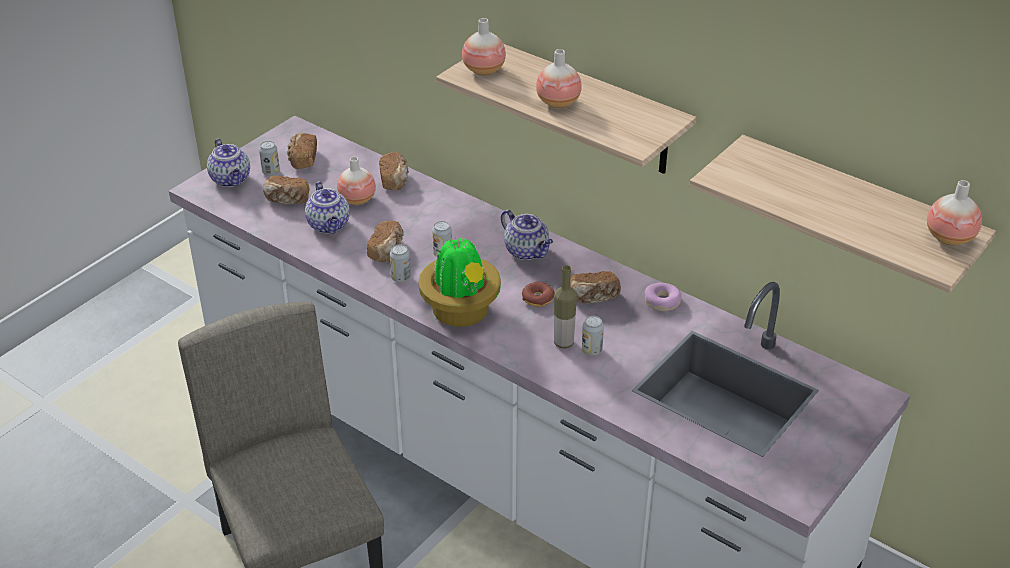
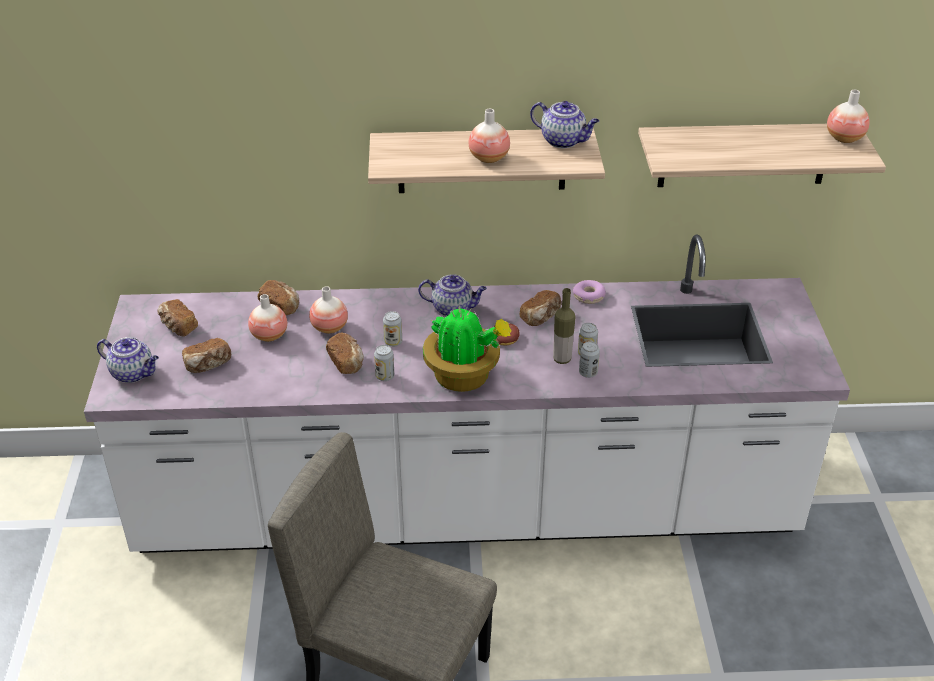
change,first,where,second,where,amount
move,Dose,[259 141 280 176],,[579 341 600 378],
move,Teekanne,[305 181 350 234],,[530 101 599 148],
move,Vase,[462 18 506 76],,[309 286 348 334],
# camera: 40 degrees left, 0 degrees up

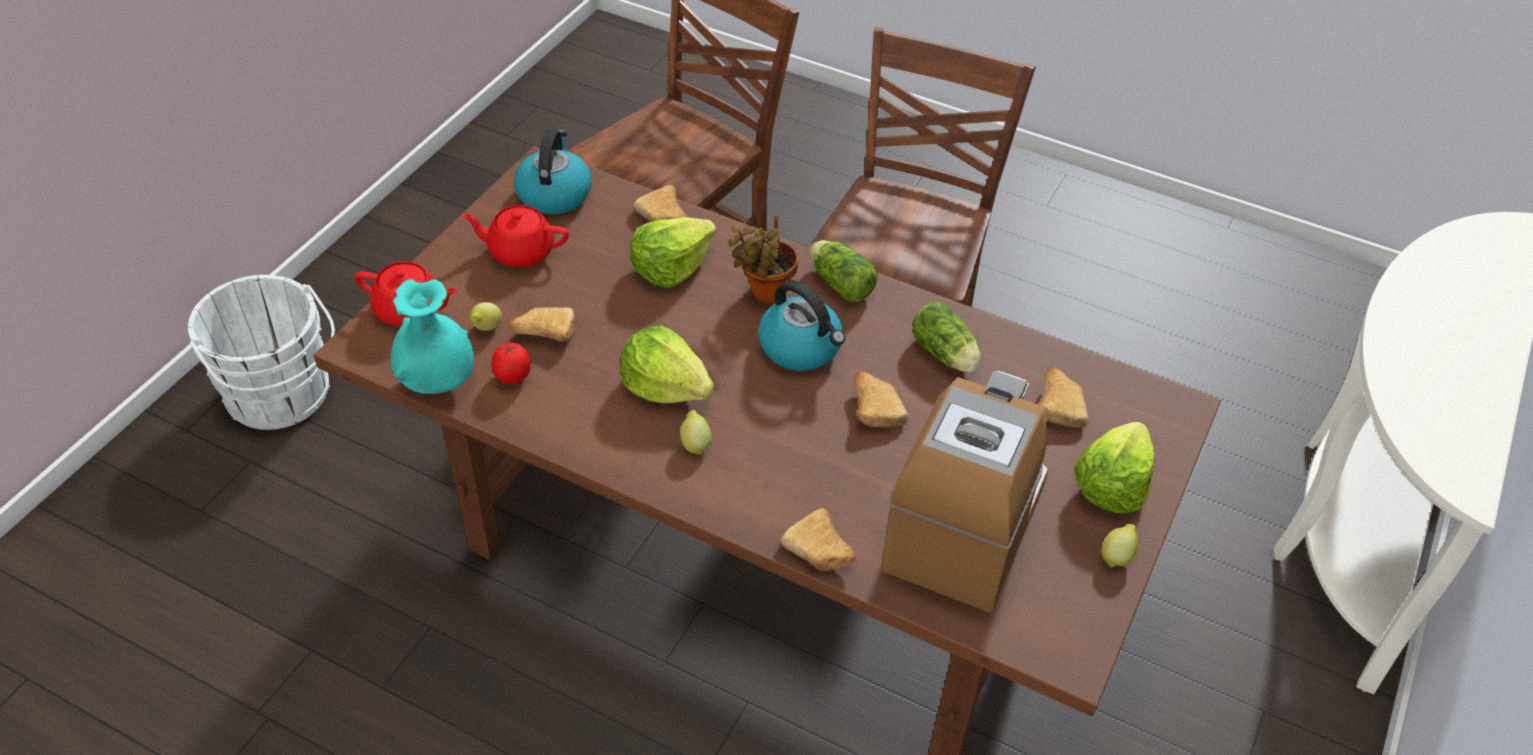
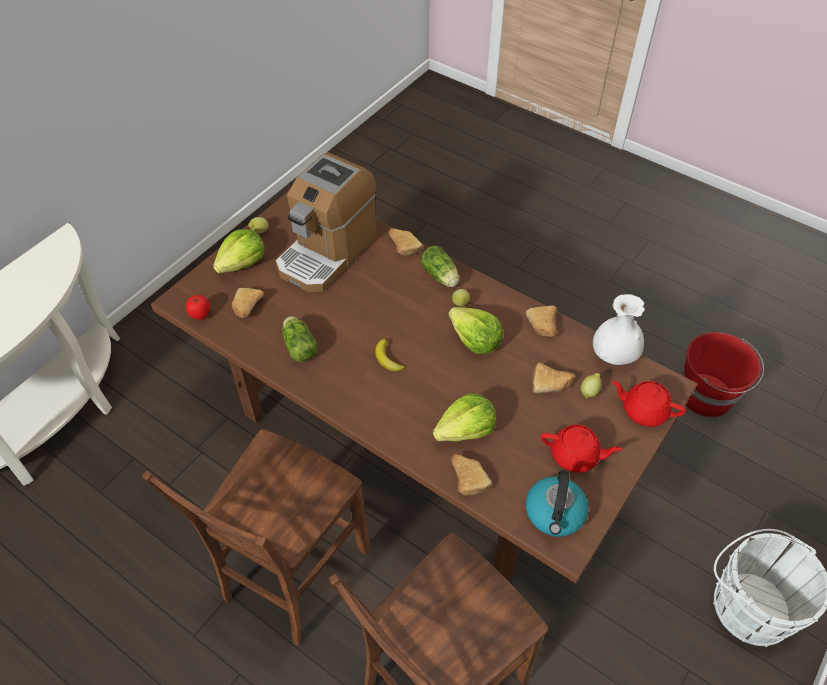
change,first,where,second,where,amount
delete,Topfpflanze,[728 214 798 303],,,
insert,,,Eimer [rot],[682 332 764 417],
move,Tomate,[491 342 531 384],,[186 295 210 320],
move,Salatkopf,[810 240 878 302],,[421 246 459 287],
move,Brot,[854 371 908 428],,[526 306 557 337],
replace,Wasserkessel,[758 280 845 371],Banane,[375 339 405 372],
recolor,Vase [türkis],[390 279 474 394],Vase [weiß],[593 294 645 365],
# camera: 170 degrees left, 5 degrees up

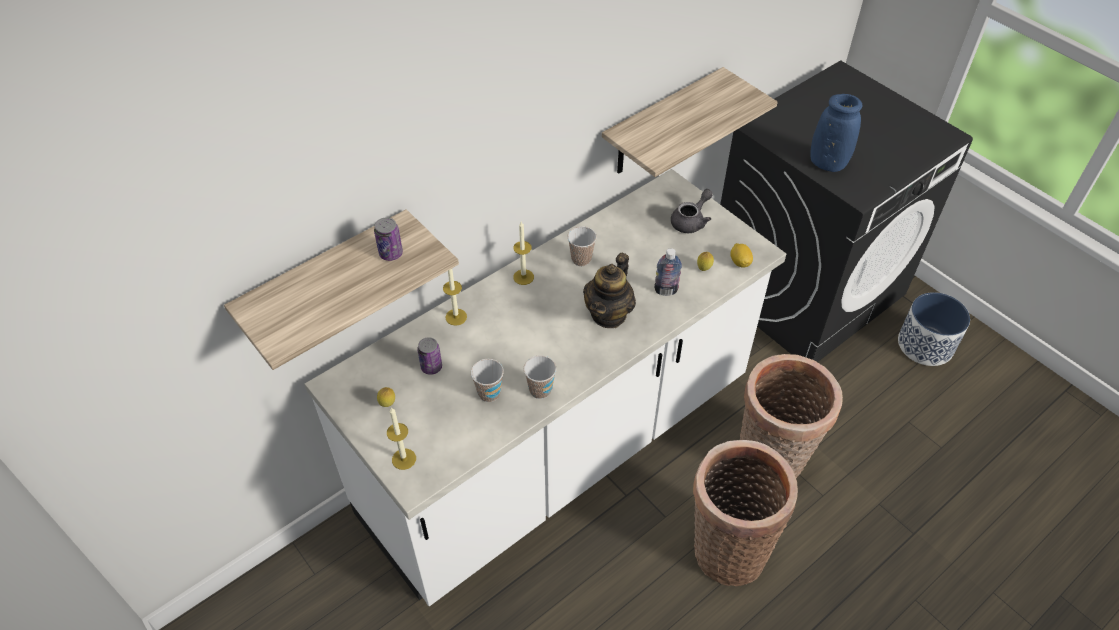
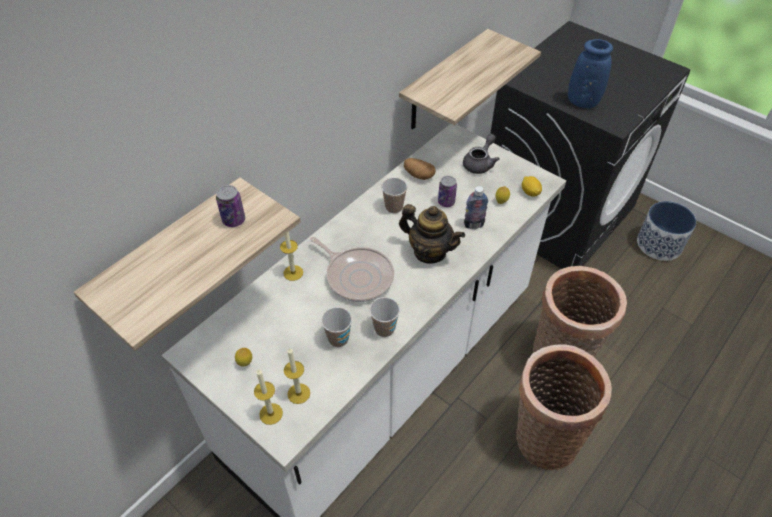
change,first,where,second,where,amount
insert,,,Pfanne,[310 237 394 302],
insert,,,Kartoffel,[404 158 436 180],
move,Dose,[417 337 442 375],,[438 176 457 207],
move,Kerze,[513 222 534 285],,[284 348 310 404],
rotate,Teekanne,[583 253 636 328],,[399 204 465 264],75 degrees counterclockwise
# camera: 10 degrees left, 0 degrees up

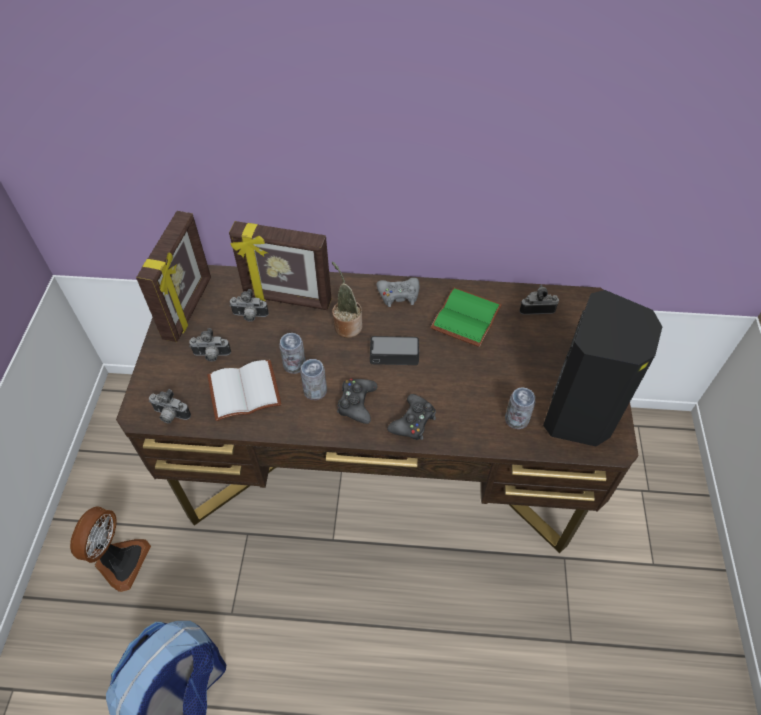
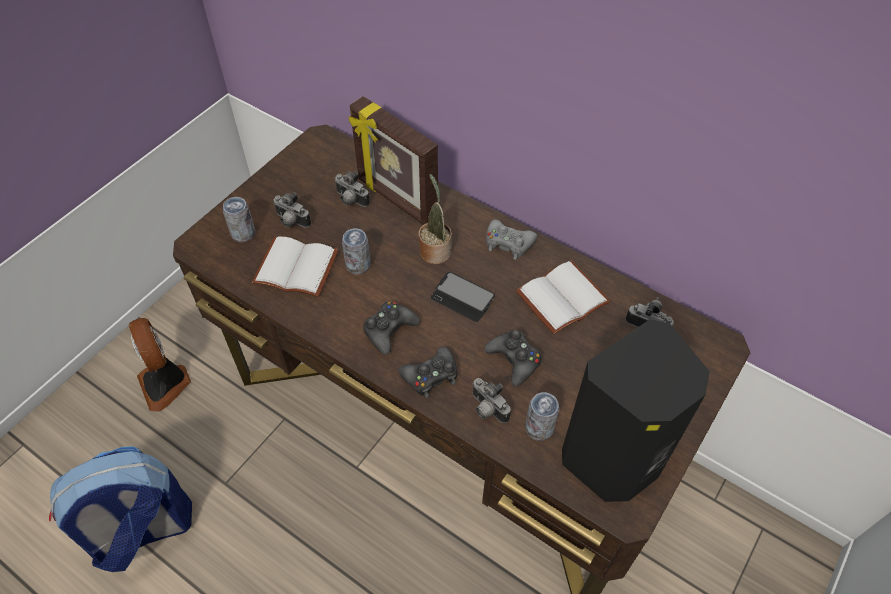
change,first,where,second,where,amount
delete,Bilderrahmen,[136 211 211 342],,,
insert,,,Gamepad [schwarz],[484 330 542 386],
move,Kamera,[149 389 191 423],,[472 378 511 423],
move,Dose,[300 359 327 400],,[223 197 255 242],
recolor,Buch [grün],[430 287 502 347],Buch [weiß],[516 261 611 334],
rotate,Ventilator,[70 507 151 592],,[129 318 191 412],105 degrees clockwise
# camera: 30 degrees right, 0 degrees up

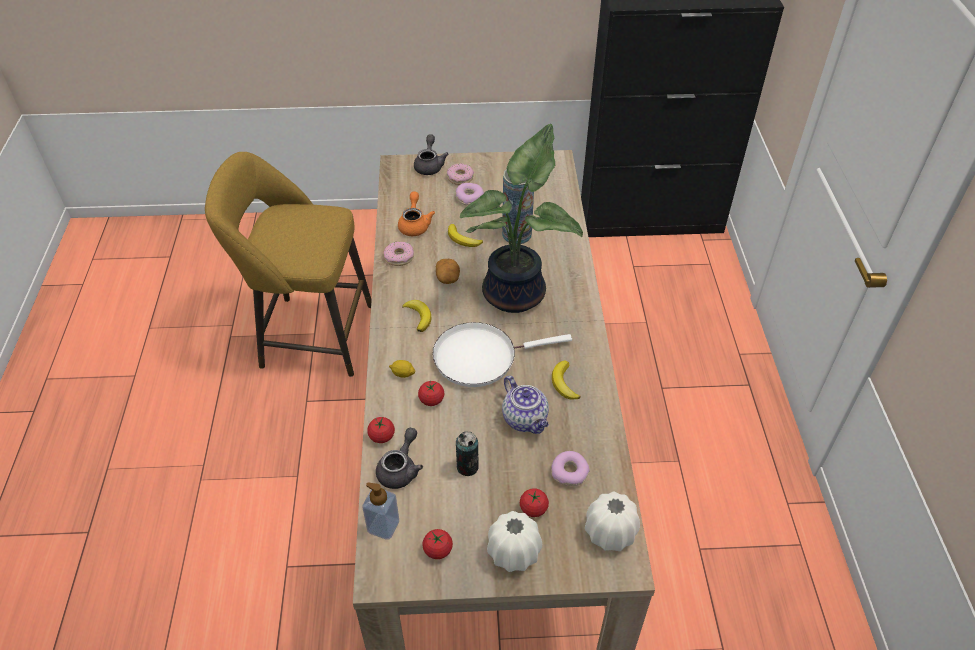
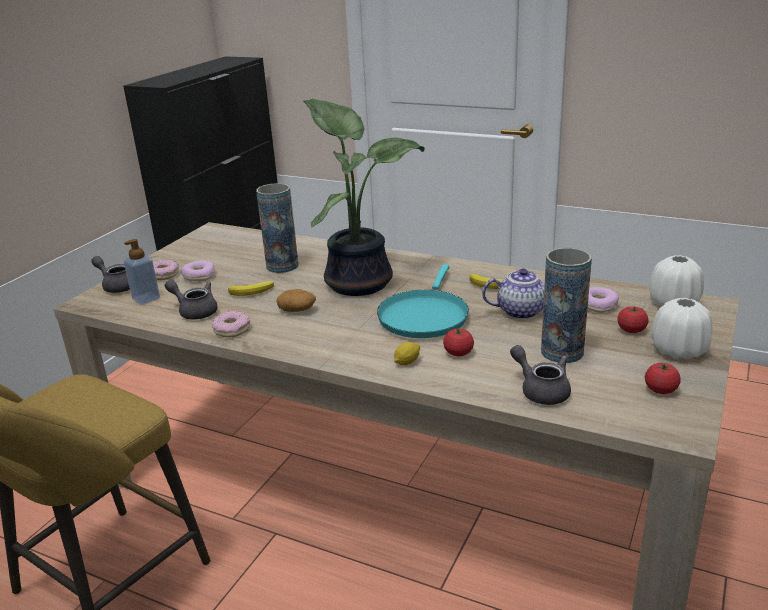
change,first,where,second,where,amount
delete,Tomate,[367 417 395 443],,,
delete,Banane,[402 300 431 332],,,
move,Seifenspender,[362 482 399 540],,[124 239 160 305],
replace,Dose,[456 431 479 476],Vase,[541 248 592 363],
recolor,Teekanne [orange],[398 192 435 236],Teekanne [grau],[165 280 218 319],
recolor,Pfanne [weiß],[433 322 572 387],Pfanne [türkis],[377 264 469 338],
# camera: 60 degrees left, 20 degrees down

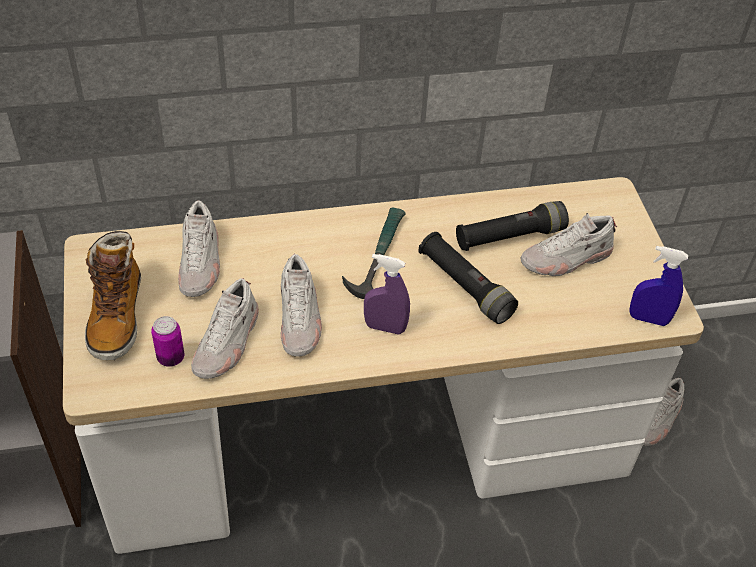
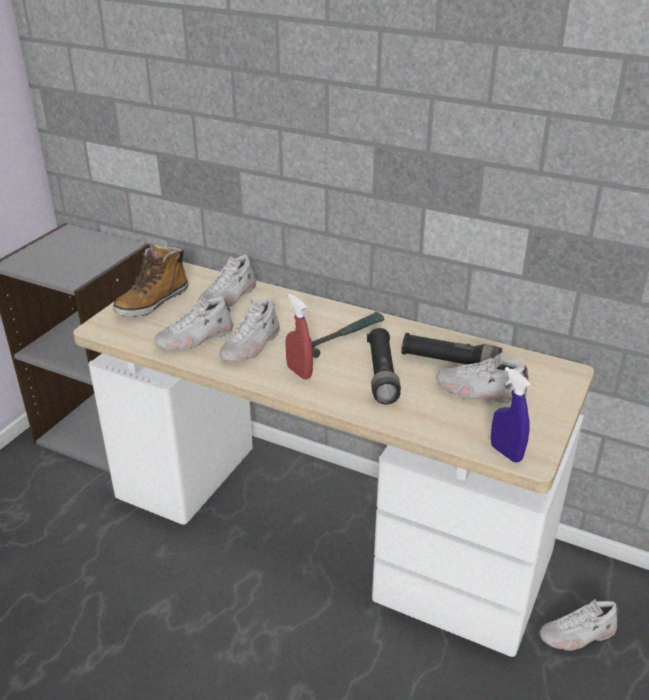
change,first,where,second,where,amount
delete,Dose,[151 316 184 367],,,
recolor,Sprühflasche [lila],[364 254 410 335],Sprühflasche [rot],[285 294 313 380],
# camera: 40 degrees right, 15 degrees down

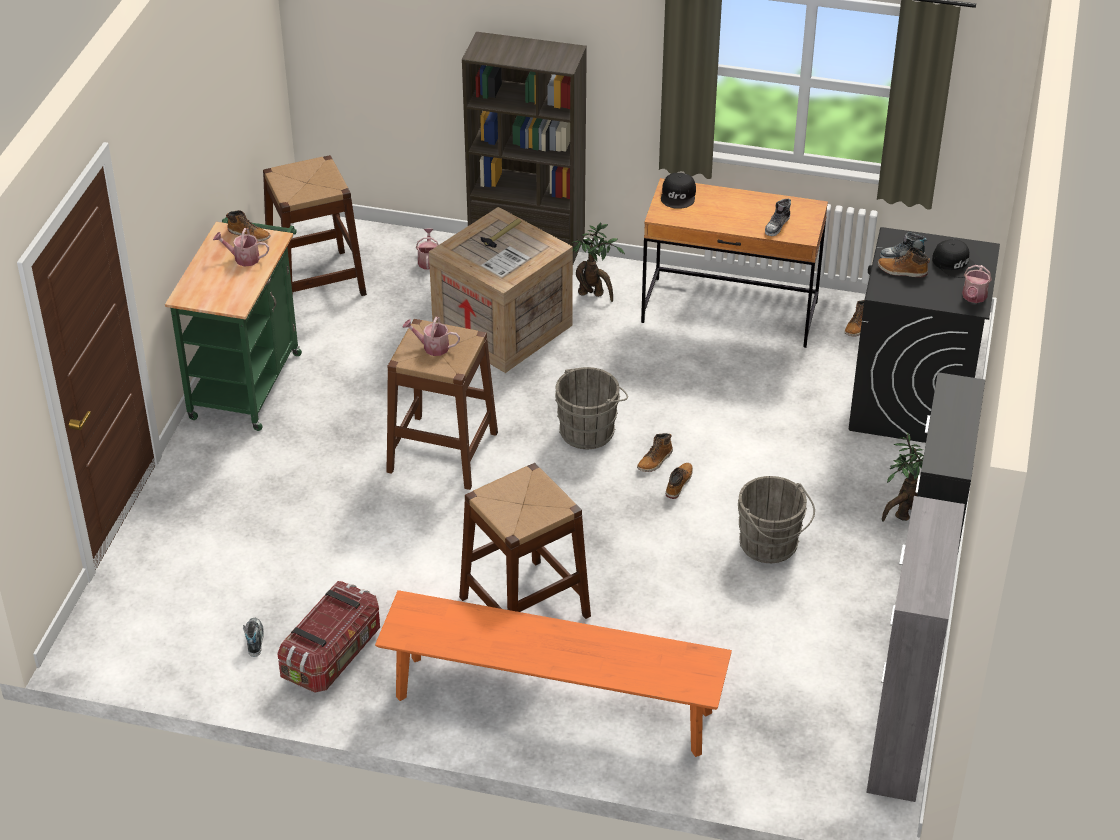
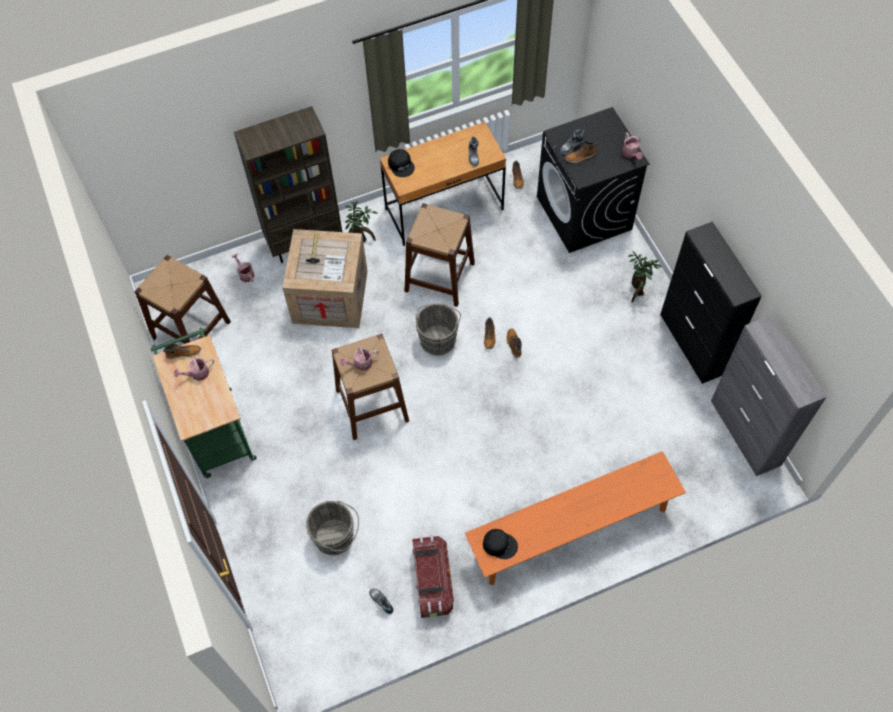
change,first,where,second,where,amount
move,Hocker [braun],[459 463 591 619],,[404 203 475 307],
move,Eimer [grau],[738 476 815 563],,[306 501 359 556],
move,Kappe [schwarz],[932 239 977 278],,[483 529 518 559],
# camera: 35 degrees left, 20 degrees up

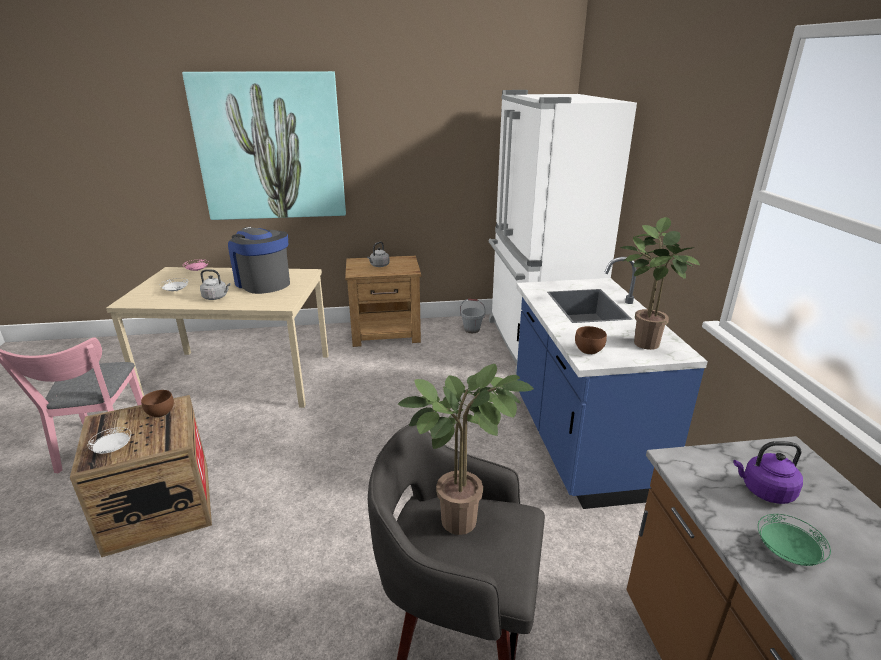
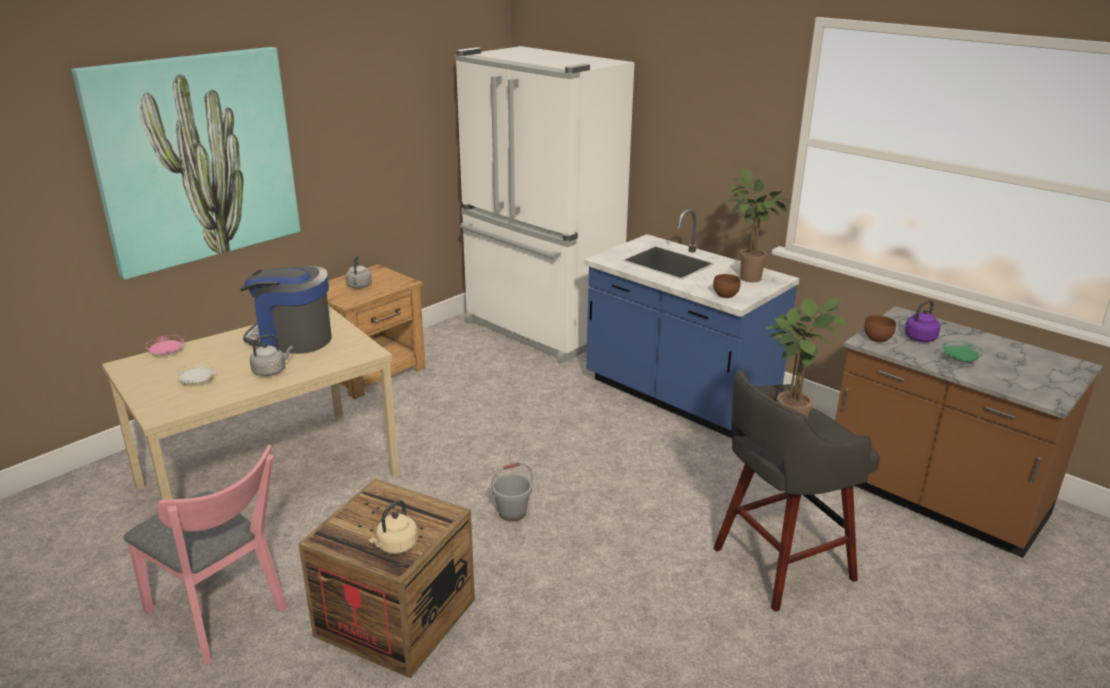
change,first,where,second,where,amount
move,Schüssel [braun],[141 390 174 418],,[864 315 896 343],
move,Eimer [grau],[460 299 485 333],,[491 463 532 522],
replace,Teller [weiß],[88 427 131 454],Wasserkessel [beige],[369 500 418 554],
# camera: 40 degrees left, 0 degrees up

